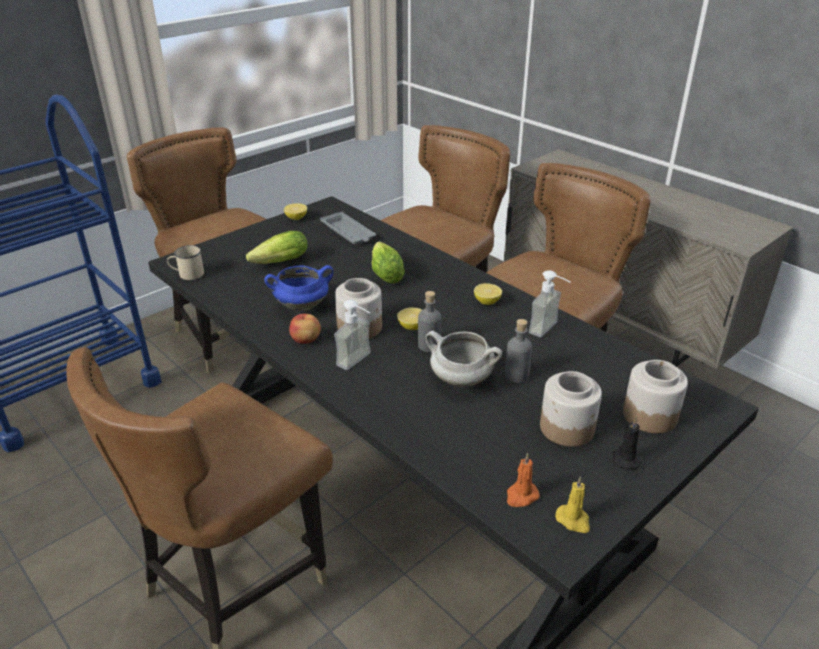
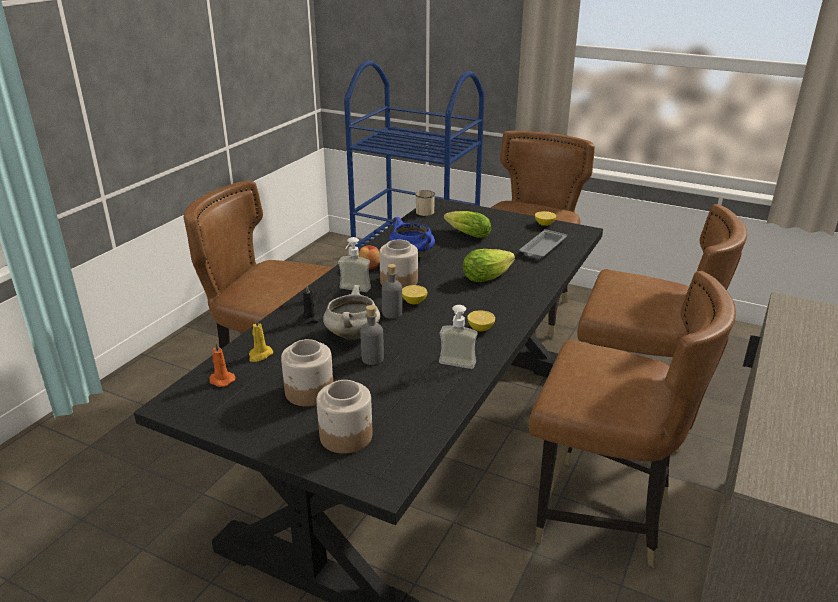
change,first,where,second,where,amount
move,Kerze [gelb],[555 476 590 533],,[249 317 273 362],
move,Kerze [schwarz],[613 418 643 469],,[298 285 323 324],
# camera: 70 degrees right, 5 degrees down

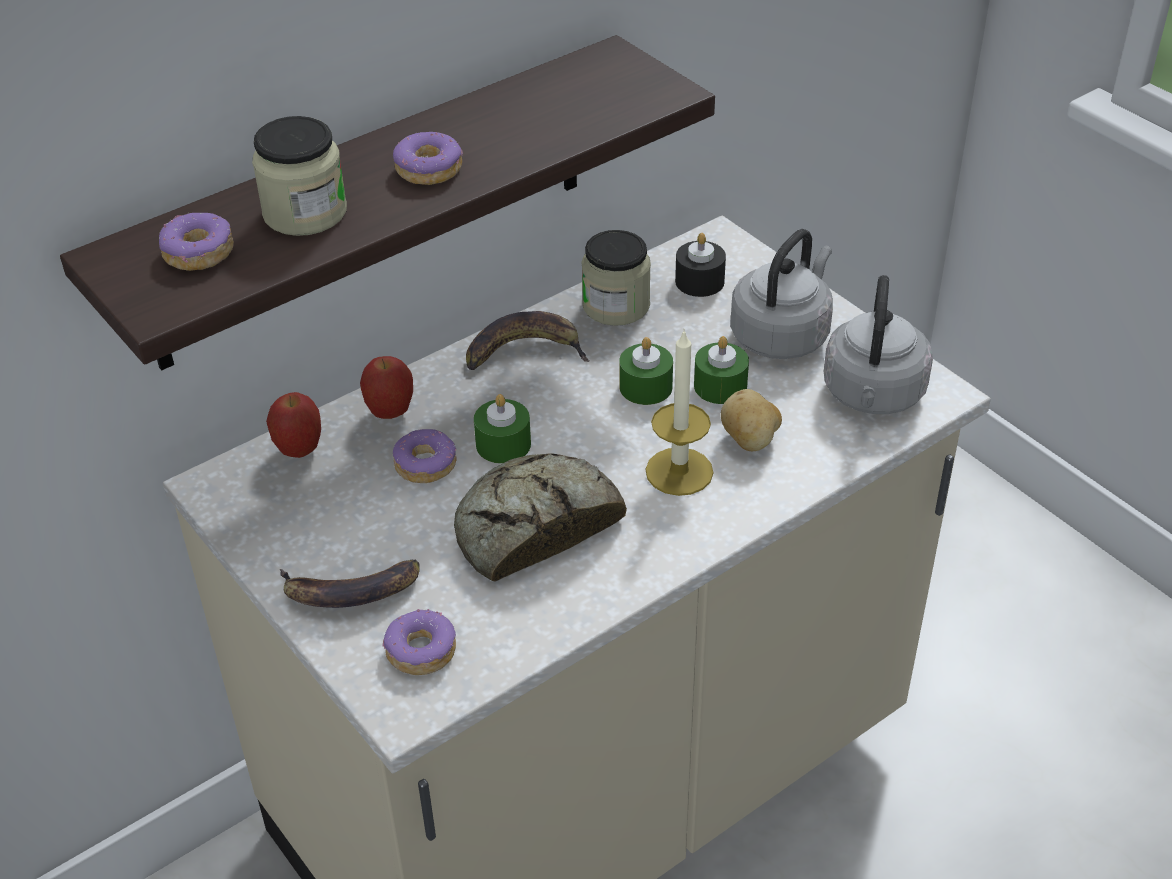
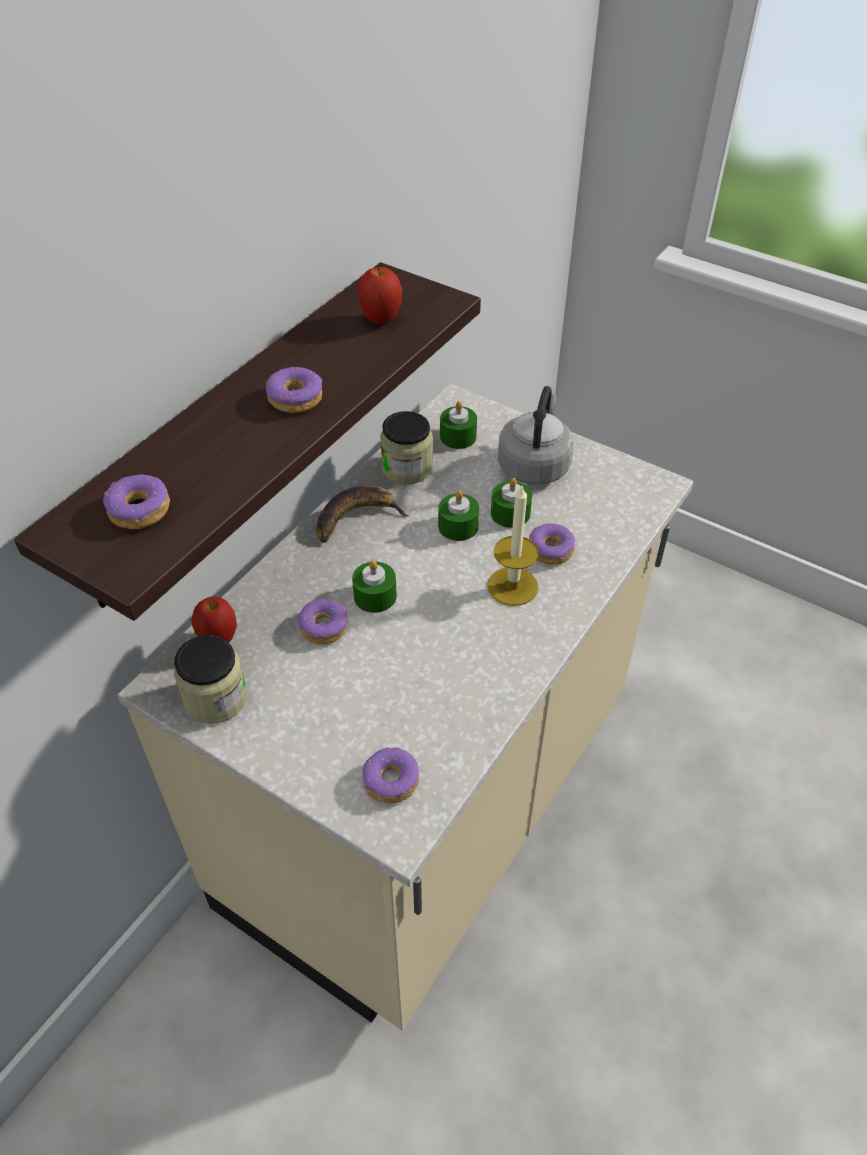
change,first,where,second,where,amount
delete,Banane,[280 559 419 608],,,
delete,Brot,[454 453 627 581],,,
delete,Wasserkessel [grau],[824 275 933 414],,,
move,Vorratsglas,[252 116 347 236],,[174 635 247 724],
move,Apfel,[360 356 413 419],,[358 266 402 324],
replace,Kartoffel,[721 389 782 451],Donut,[529 523 575 565],
recolor,Kerze [schwarz],[675 233 726 297],Kerze [grün],[440 401 477 449],
# camera: 20 degrees left, 5 degrees up

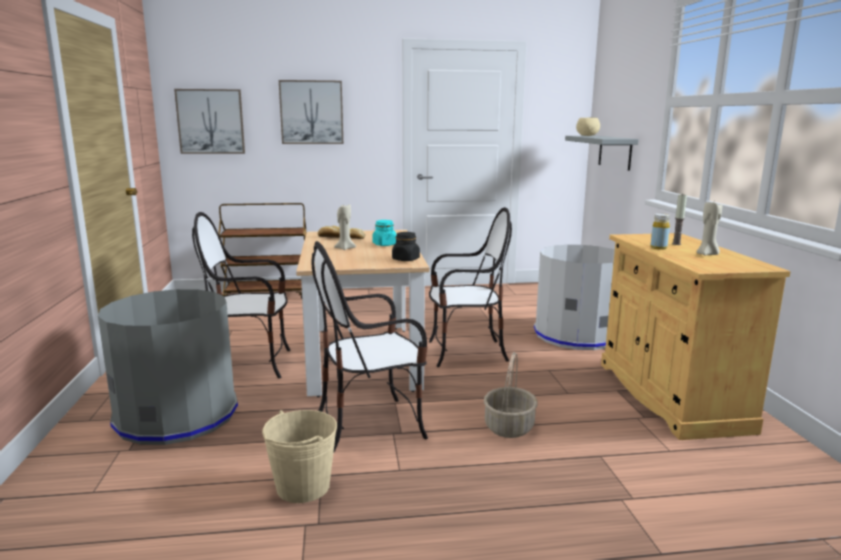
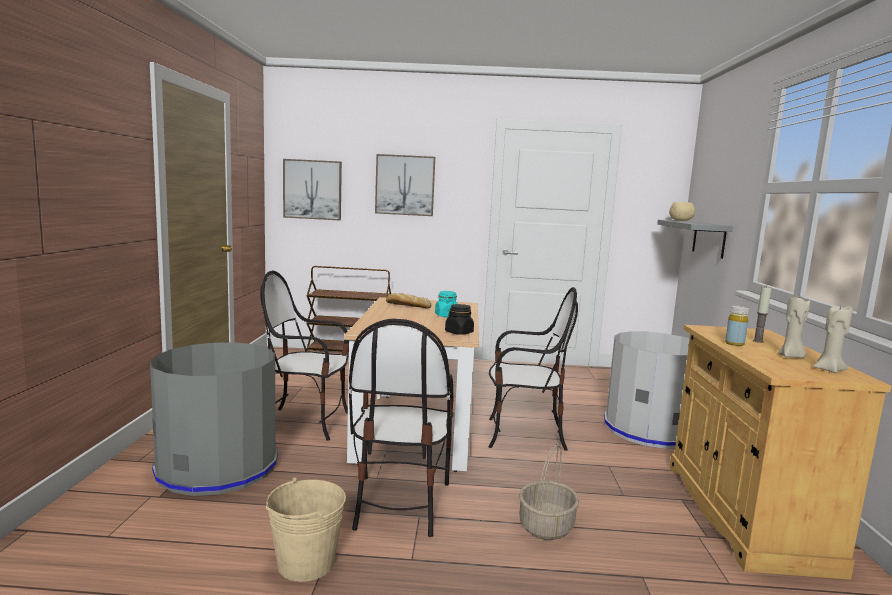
change,first,where,second,where,amount
move,Kerze [beige],[334 204 356 250],,[813 306 852 373],
rotate,Stuhl,[311 241 428 453],,[349 319 454 537],75 degrees counterclockwise
# camera: 10 degrees right, 5 degrees down

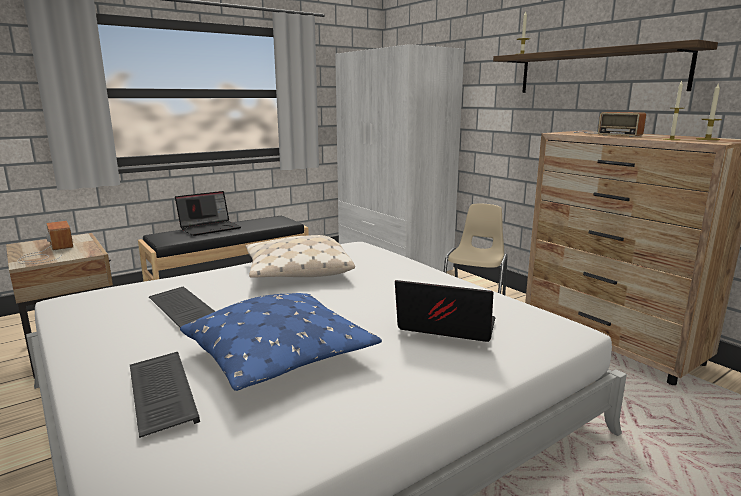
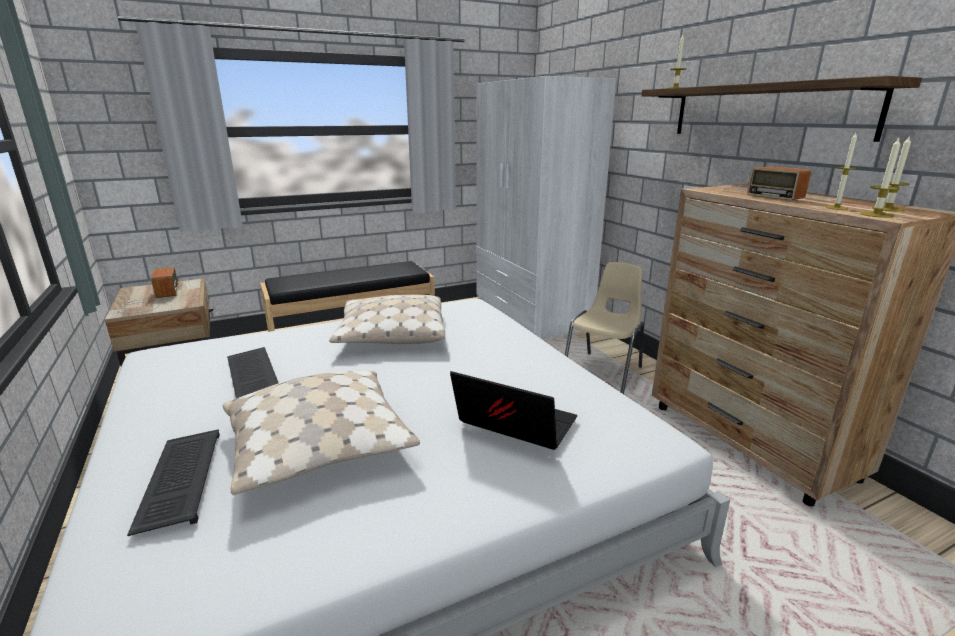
change,first,where,second,where,amount
delete,Laptop,[175 191 241 236],,,
insert,,,Kerze,[860 138 901 218],
recolor,Kissen [blau],[180 293 382 391],Kissen [beige],[223 371 420 495],
# camera: 10 degrees right, 5 degrees up

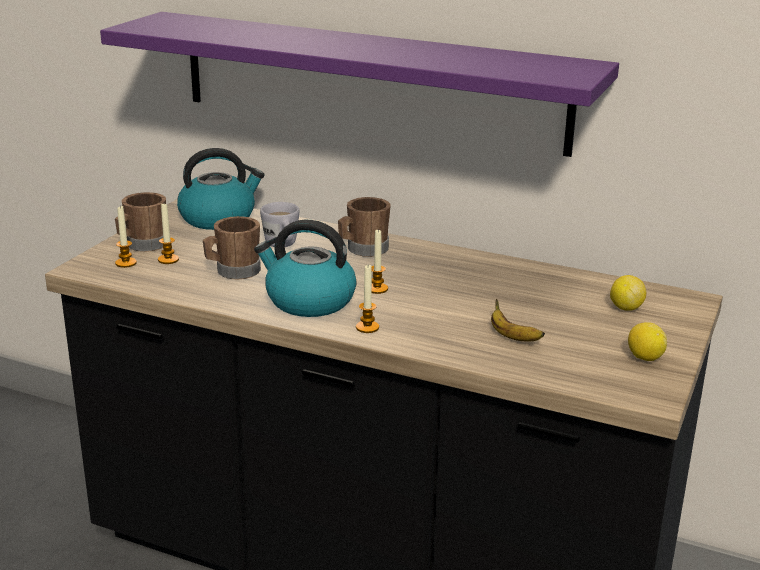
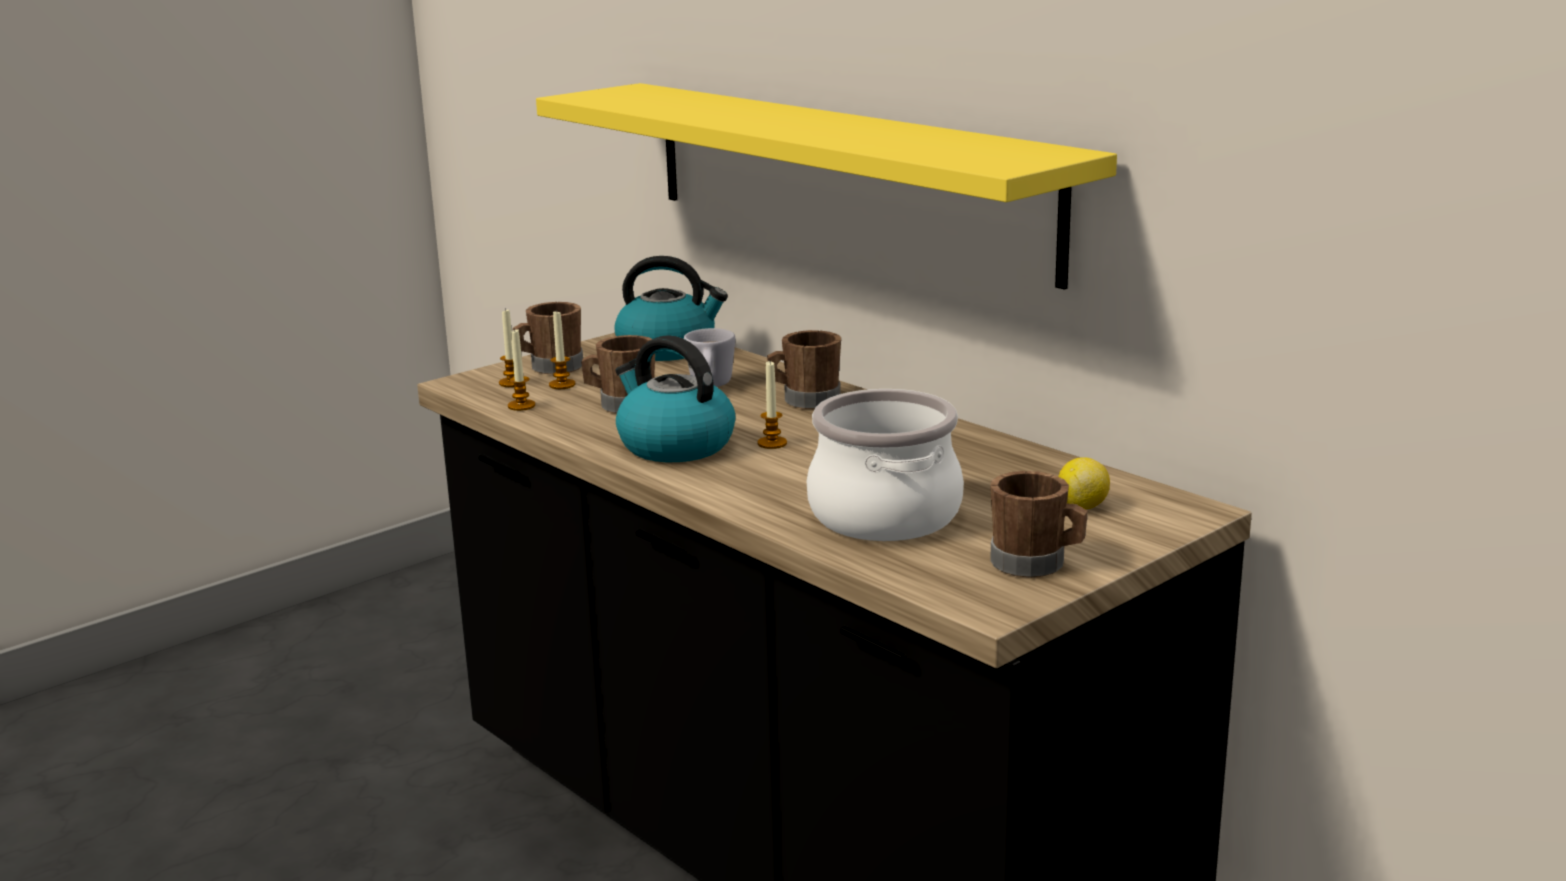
change,first,where,second,where,amount
move,Kerze,[356 265 379 333],,[508 328 535 411],
replace,Banane,[491 299 545 342],Kochtopf,[807 389 964 541],
replace,Zitrone,[628 322 667 361],Henkelbecher [braun],[990 471 1088 577],
recolor,Wandregal [lila],[100 12 619 157],Wandregal [gelb],[536 83 1117 290],
# camera: 25 degrees right, 5 degrees down

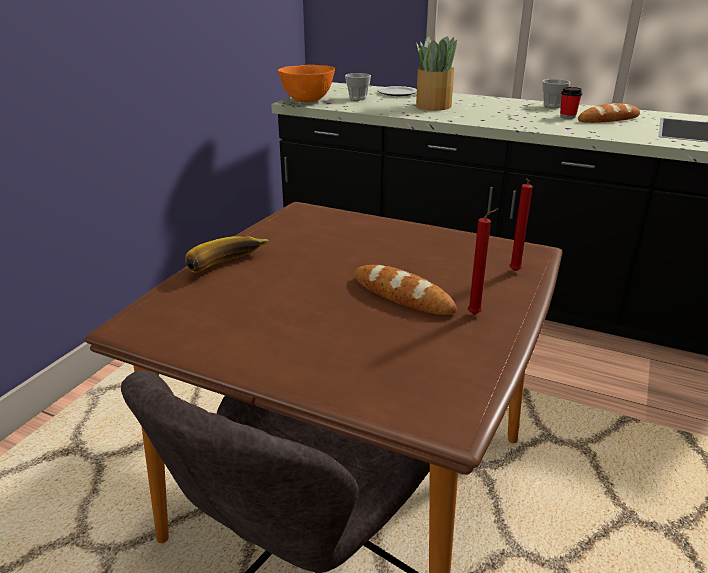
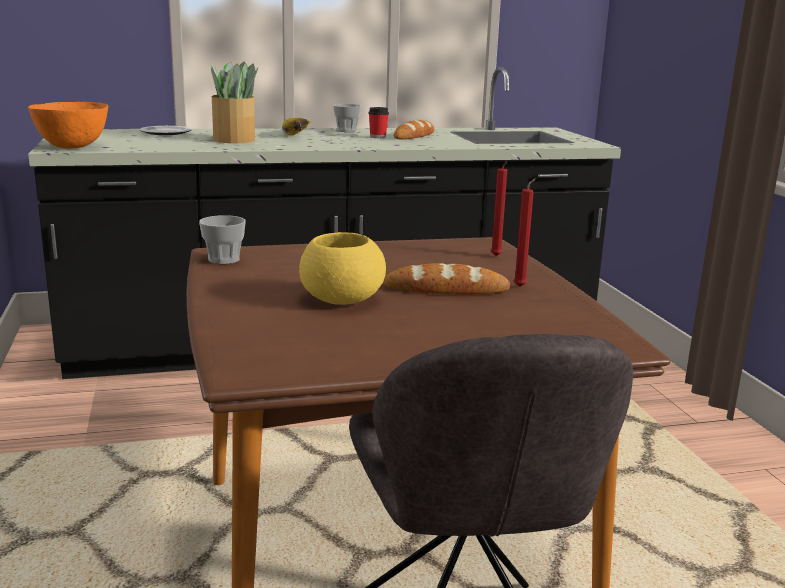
change,first,where,second,where,amount
insert,,,Schüssel [gelb],[299 232 386 305],
move,Banane,[185 236 270 273],,[282 118 312 135],
move,Tasse,[345 73 371 100],,[199 215 246 264],
# camera: 40 degrees left, 10 degrees down

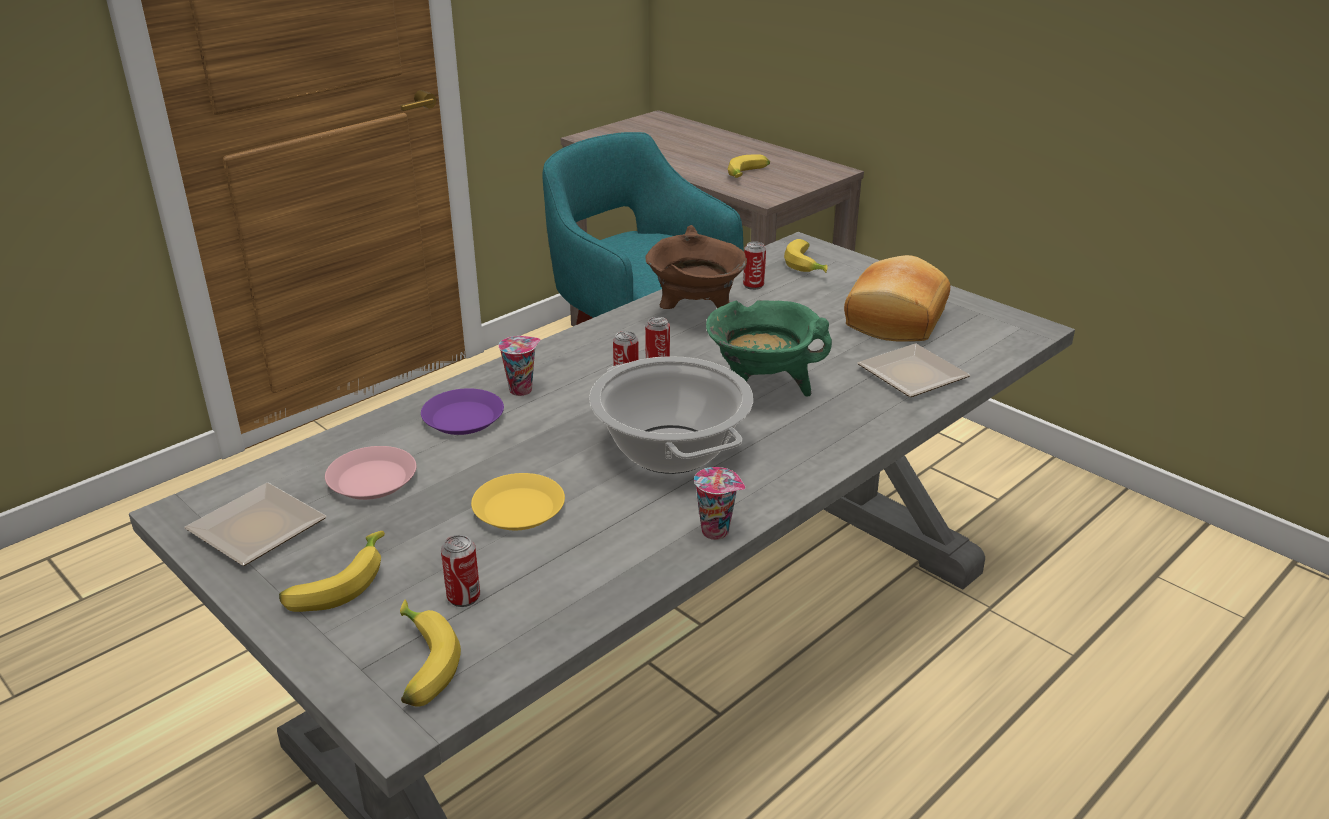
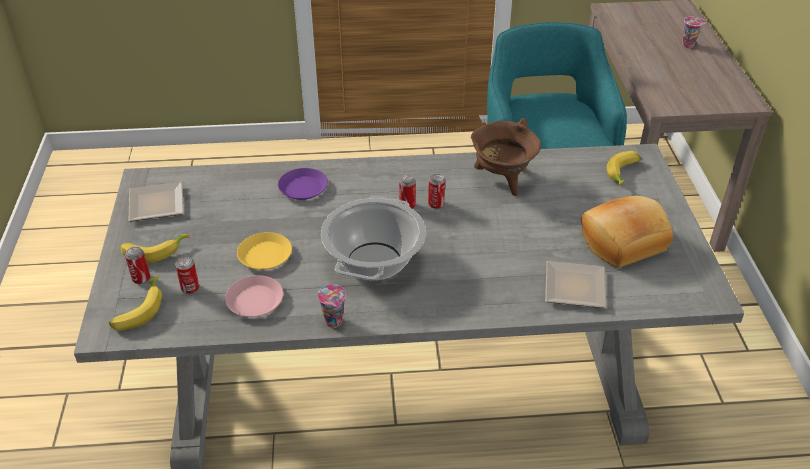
change,first,where,second,where,amount
delete,Kochtopf [grün],[706 300 832 397],,,
delete,Banane,[728 154 770 178],,,
move,Teller [rosa],[325 446 417 500],,[225 275 283 317],
move,Tasse,[499 336 541 396],,[682 17 707 48],
move,Dose,[743 241 766 290],,[125 246 150 284],
# camera: 40 degrees right, 10 degrees up

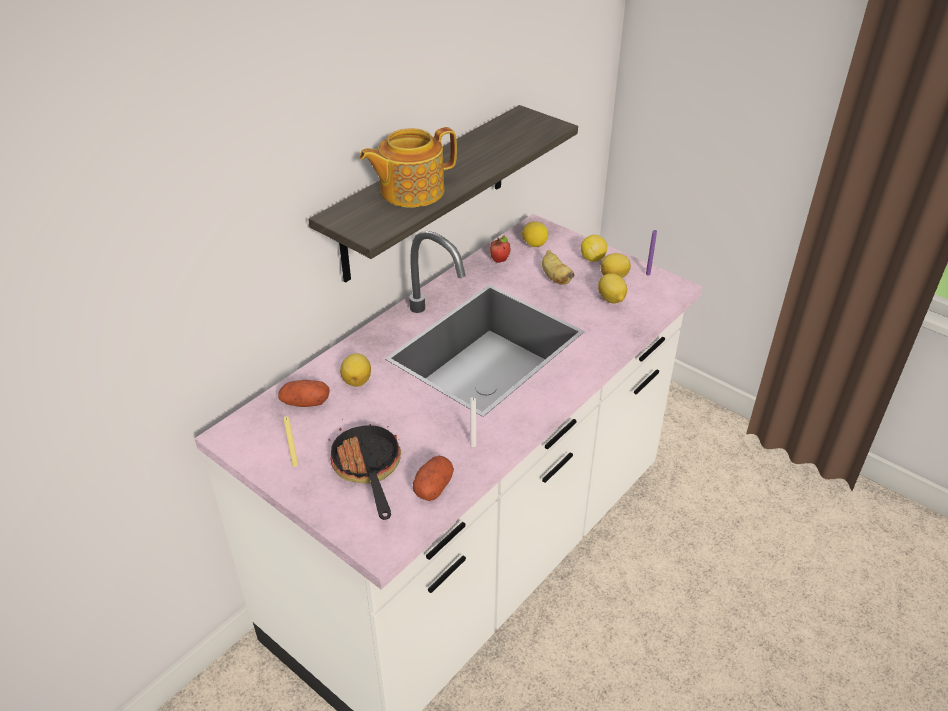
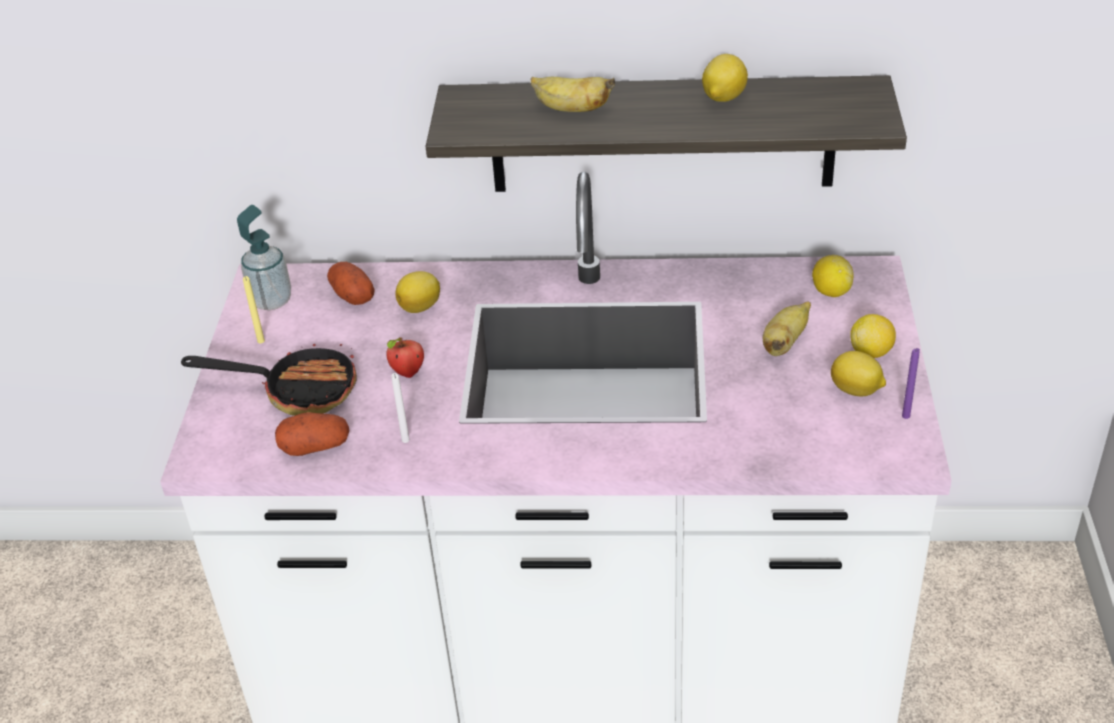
change,first,where,second,where,amount
insert,,,Seifenspender,[237 205 291 310],
move,Apfel,[490 236 510 263],,[386 337 424 378],
move,Zitrone,[598 273 627 304],,[702 54 748 102],
replace,Teekanne,[359 127 457 208],Banane,[531 77 615 112],
rotate,Pfanne,[328 419 401 520],,[181 344 357 416],60 degrees clockwise
# camera: 55 degrees right, 0 degrees up

